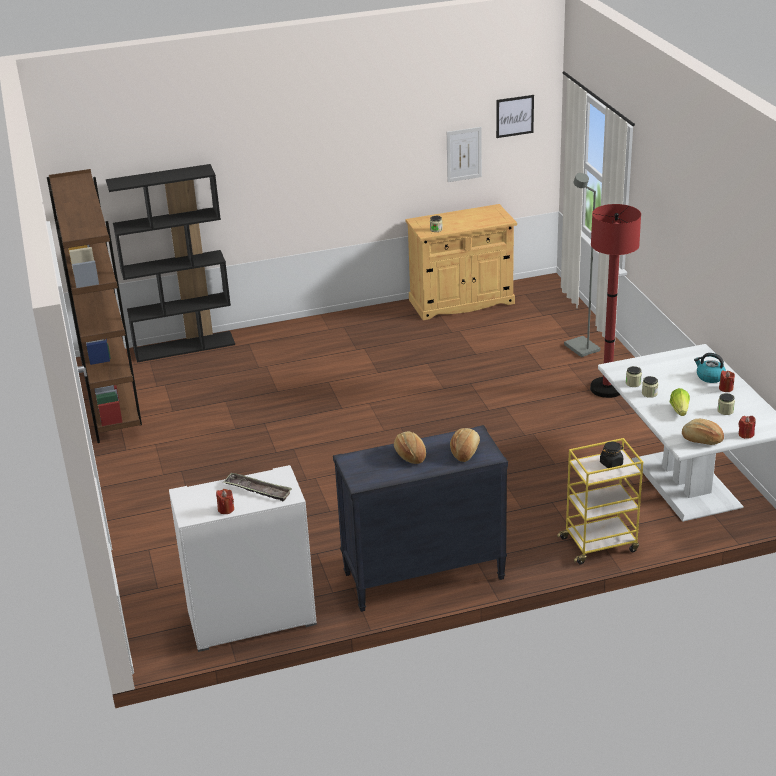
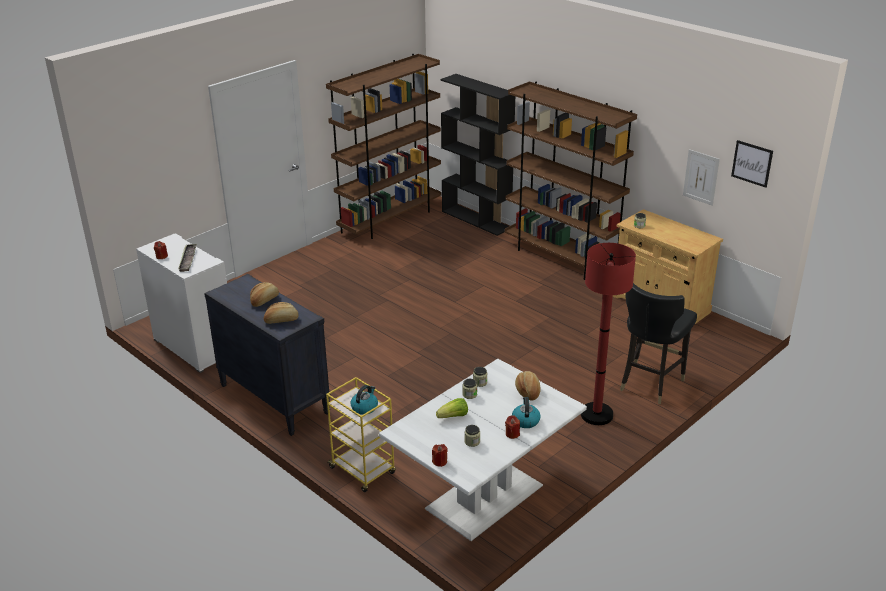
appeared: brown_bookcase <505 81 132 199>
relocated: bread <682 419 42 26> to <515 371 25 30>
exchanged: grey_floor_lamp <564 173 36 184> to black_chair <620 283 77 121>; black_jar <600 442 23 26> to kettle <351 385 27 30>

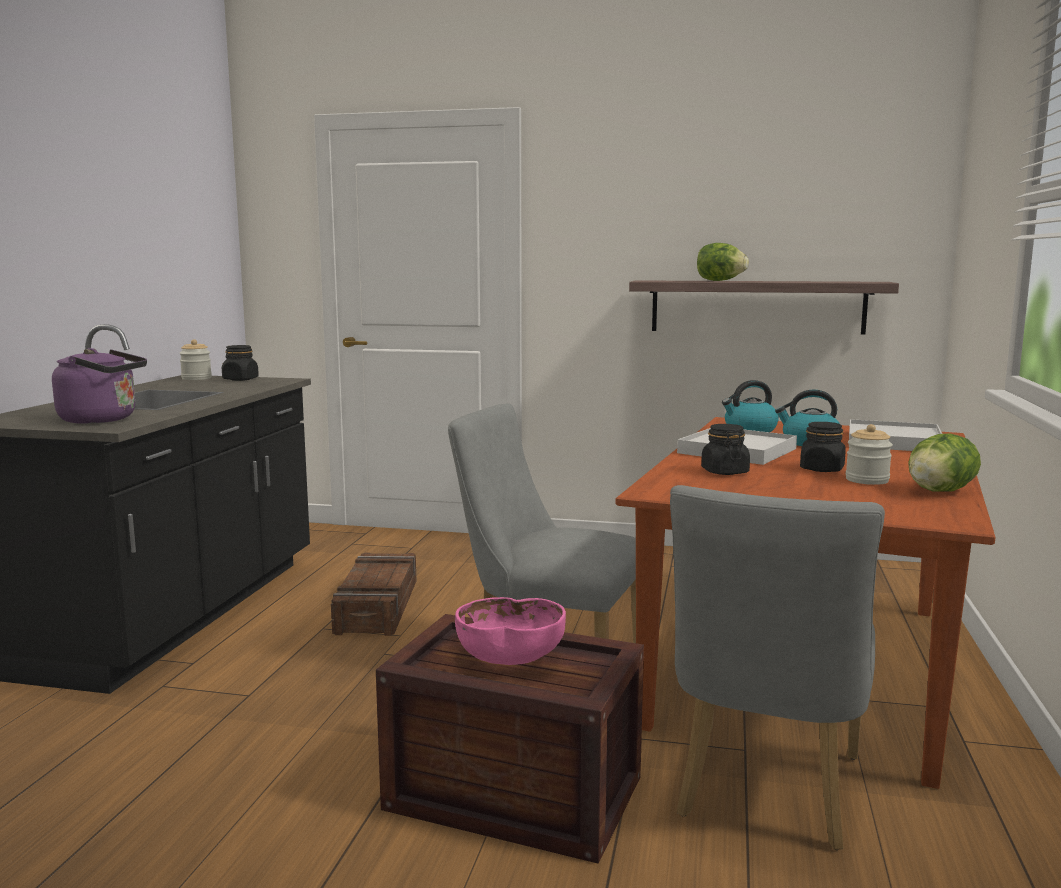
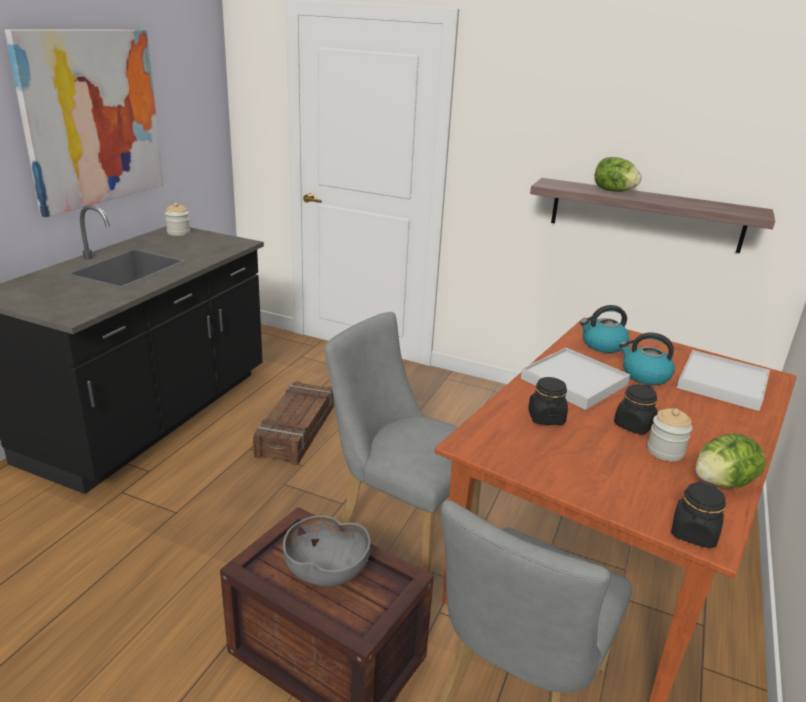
missing: purple_kettle <52 348 95 76>
appeared: picture <5 29 159 188>
relocated: black_jar <222 345 37 36> to <671 481 55 67>
colour: pink_bowl <455 597 111 68> to grey_bowl <283 515 88 72>

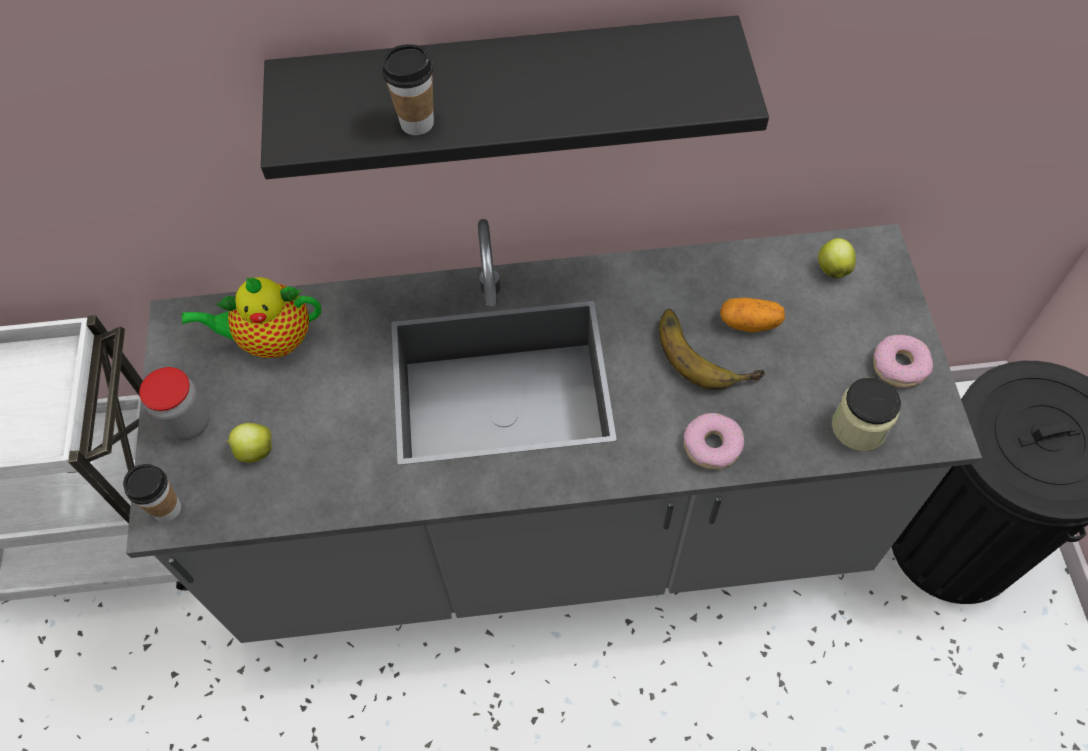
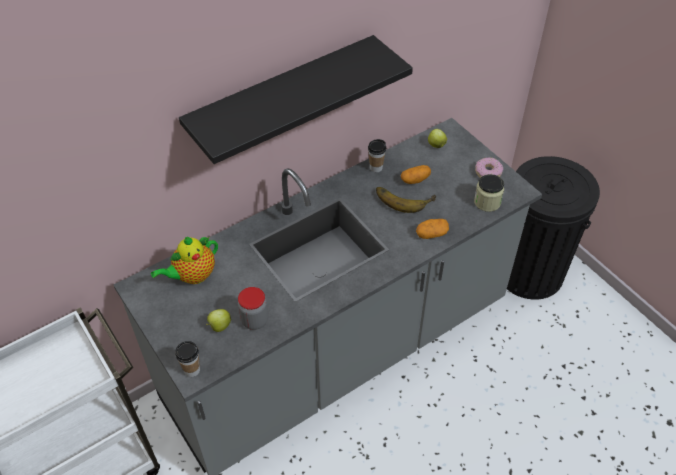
relocated: jar <139 367 71 74> to <238 287 30 43>; cup <382 44 52 91> to <368 139 18 33>
exchanged: donut <683 413 61 56> to potato <416 219 33 20>

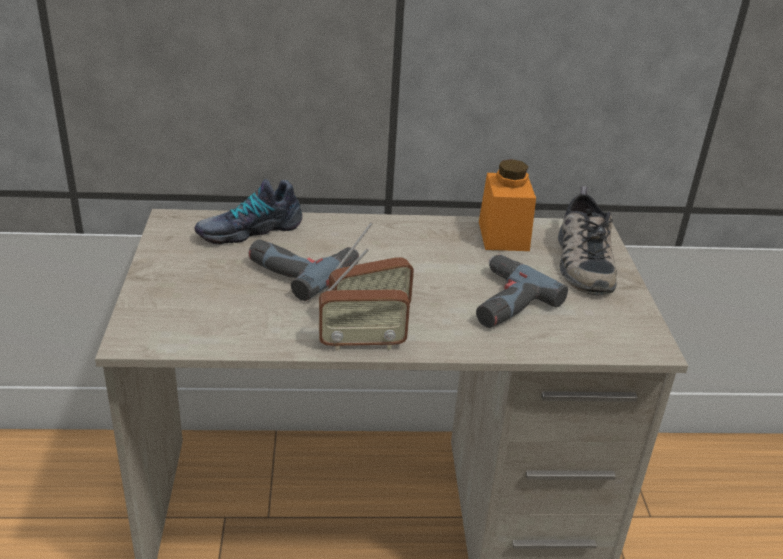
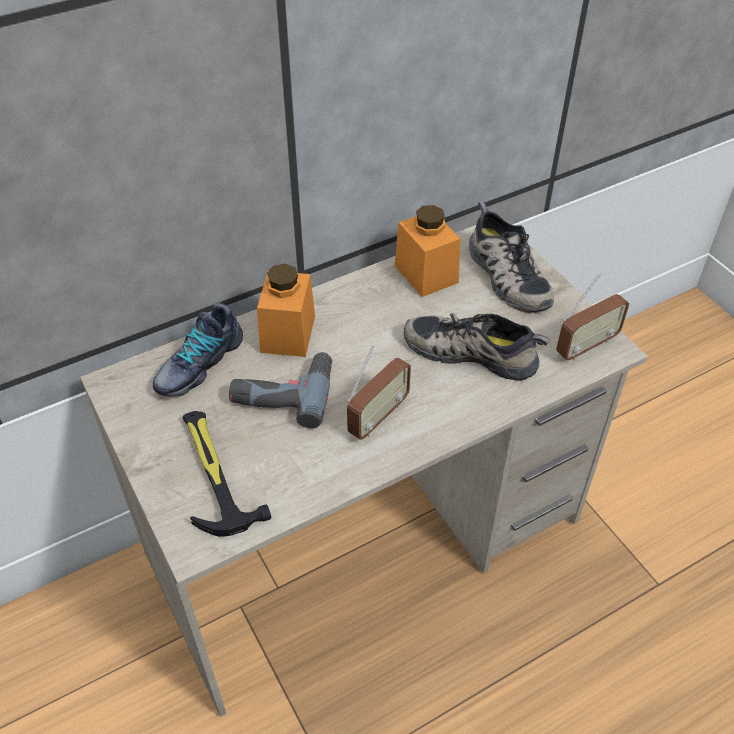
appeared: hammer <183 411 88 126>; orange_jar <257 264 58 93>
relocated: radio <319 248 91 103> to <556 274 73 87>
exchanged: power_drill <476 254 92 74> to shoe <404 313 146 68>

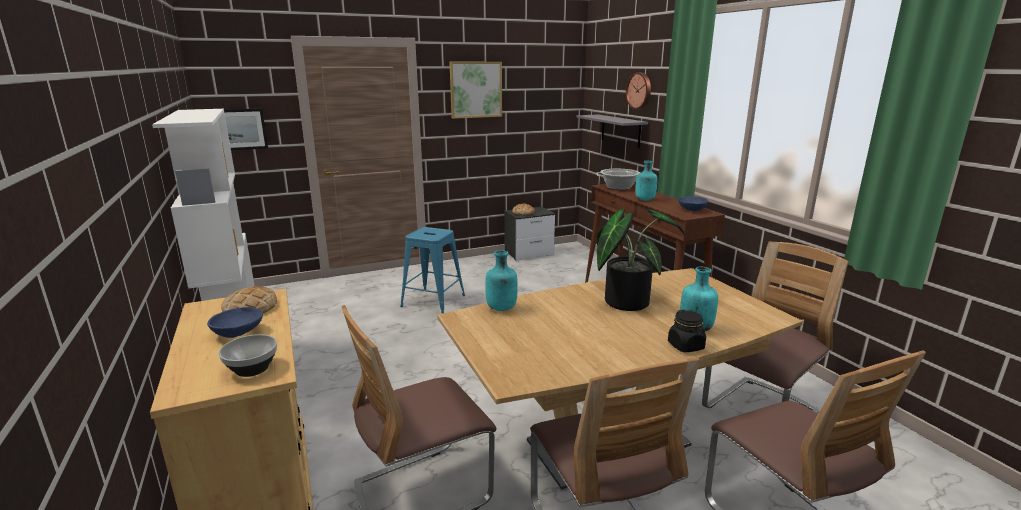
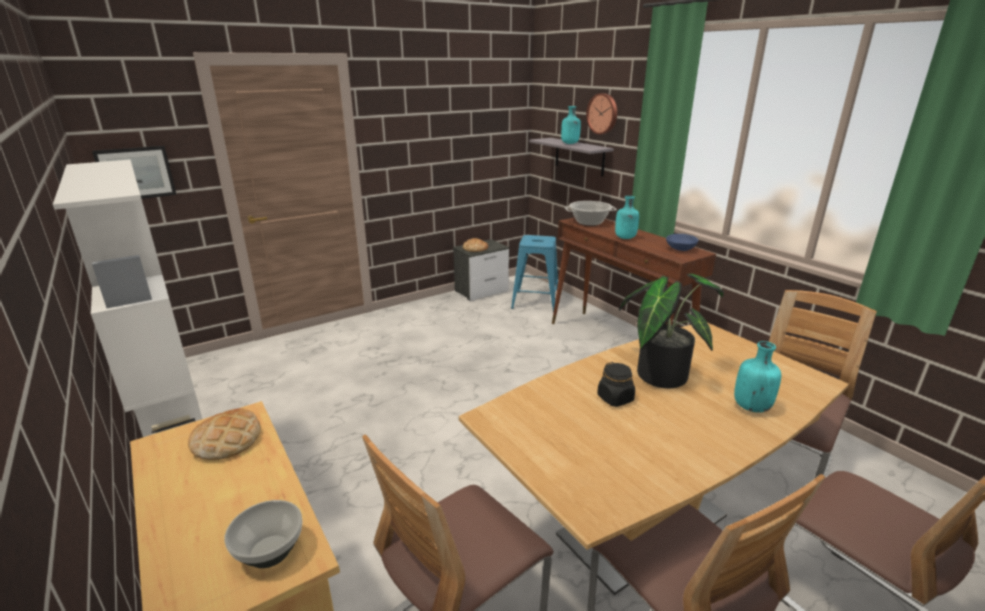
missing: blue_bowl <207 307 56 31>; picture <449 62 53 57>
relocated: blue_stool <400 227 65 87> to <511 235 47 77>; turquoise_bottle <485 250 33 61> to <561 106 20 38>; black_jar <668 310 38 42> to <597 362 38 45>

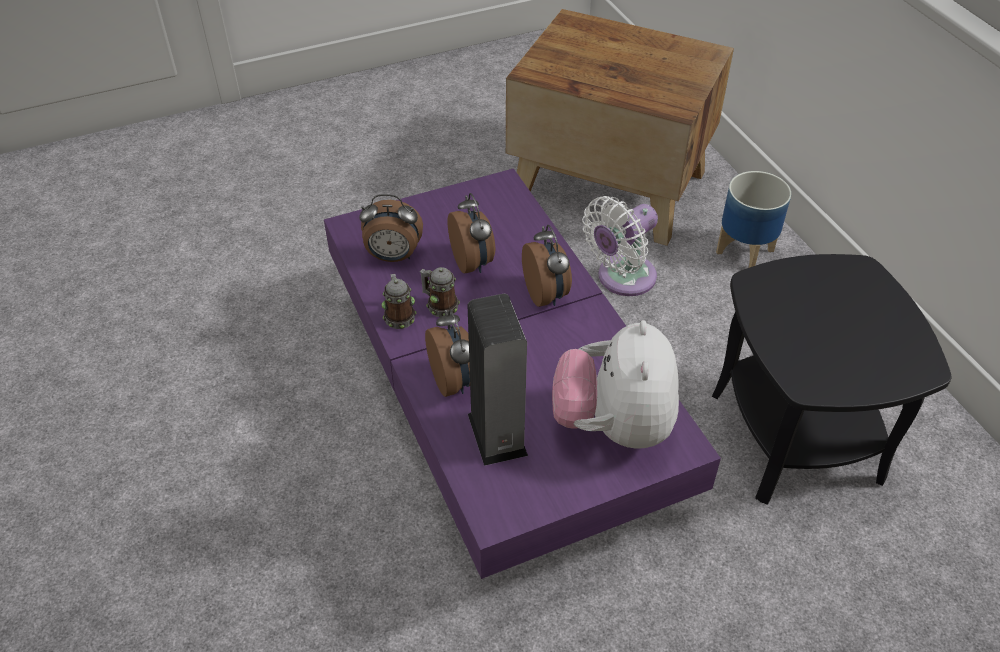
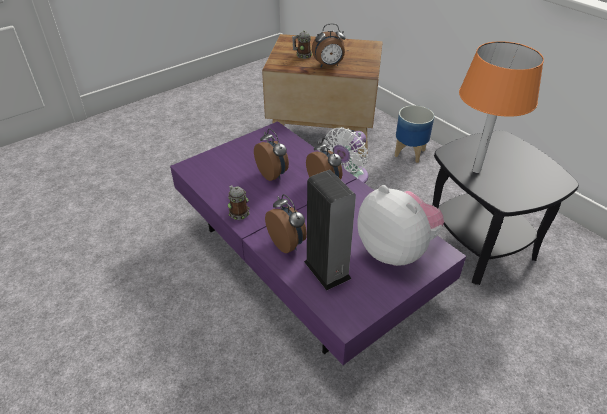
appeared: orange_table_lamp <459 41 85 132>
relocated: alarm_clock <359 194 64 68> to <312 23 34 44>; mug <420 267 40 50> to <292 31 20 28>
spun: plush_toy <552 320 127 129> = <357 185 87 81> 150 degrees clockwise

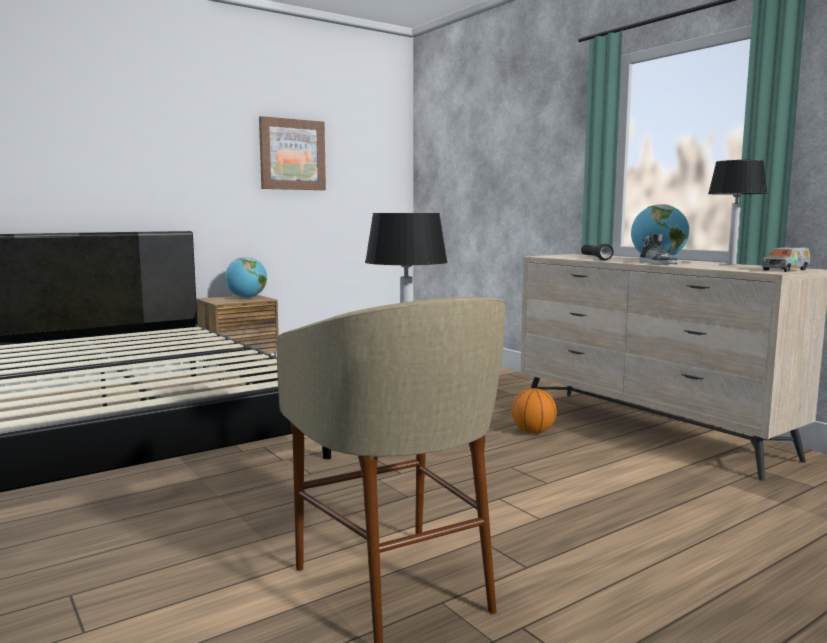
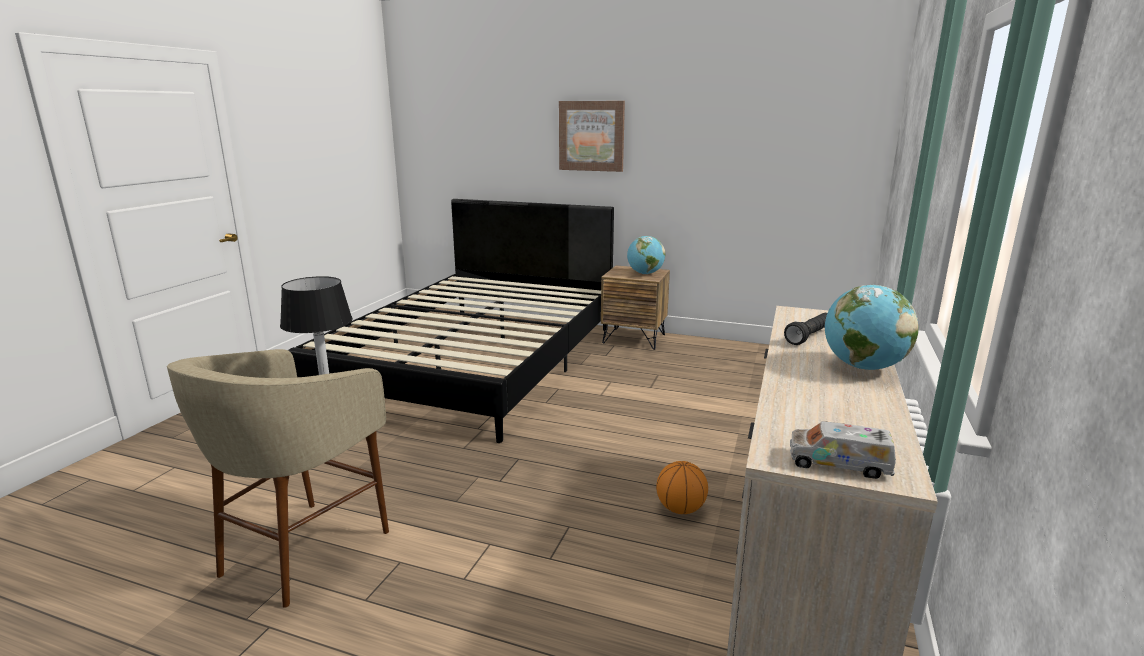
missing: shoe <640 234 38 31>; table_lamp <708 160 59 105>
relocated: picture <259 116 67 74> to <559 101 66 71>

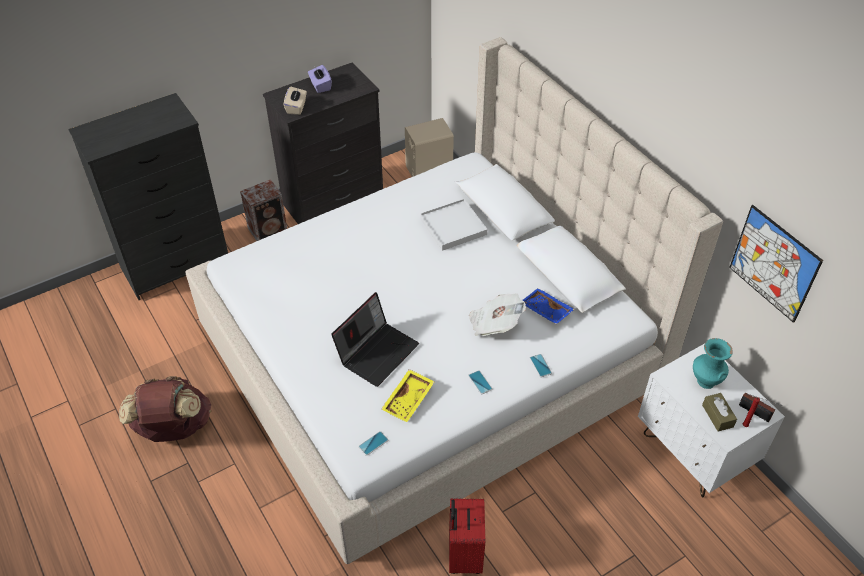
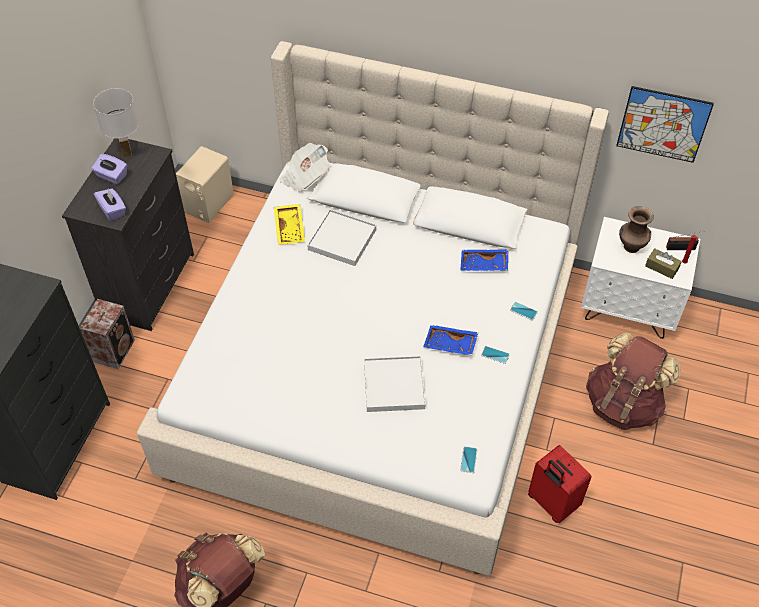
appeared: white_table_lamp <93 88 46 69>; blue_tray <423 325 56 30>; brown_backpack <586 332 95 98>
relocated: yellow_tray <381 369 53 53> to <274 204 31 41>; newspaper <469 293 57 43> to <280 143 49 50>
exchanged: laptop <331 292 88 95> to white_tray <364 356 62 56>
colour: beige_tissue_box <283 87 24 28> to purple_tissue_box <94 188 32 33>; turquoise_vase <693 338 40 51> to brown_vase <619 206 35 47>

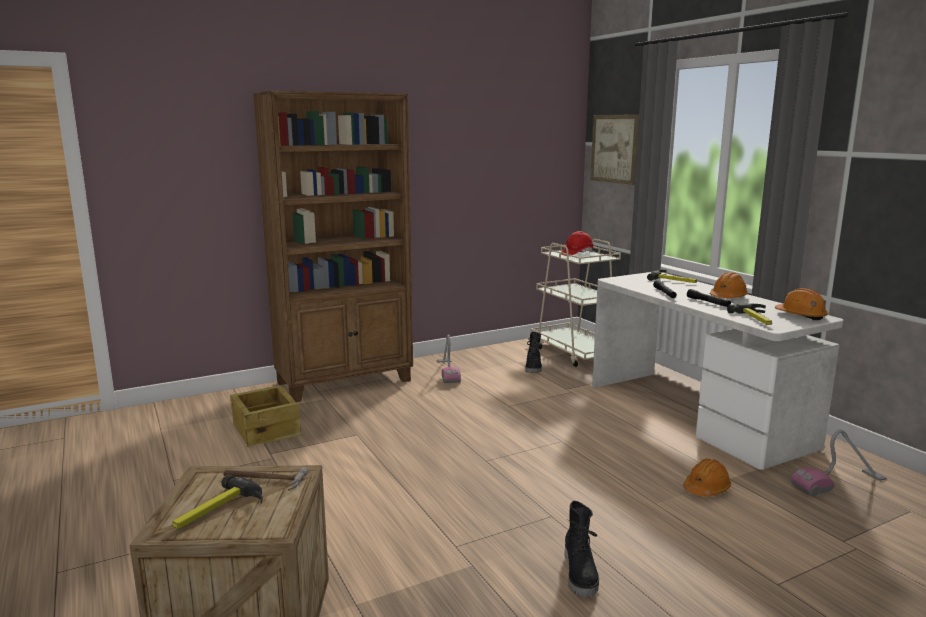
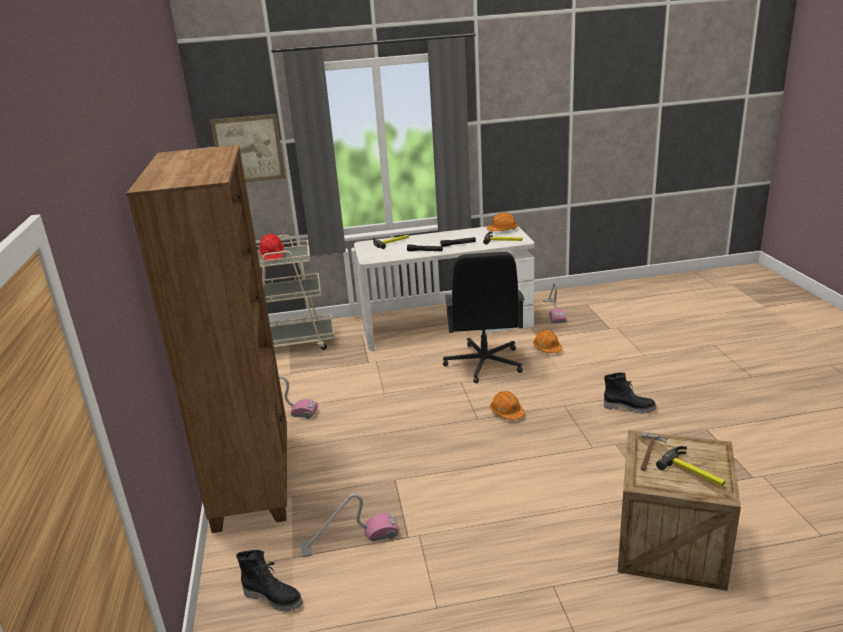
appeared: black_office_chair <443 252 82 132>
relocated: black_boot <525 332 17 41> to <236 550 67 62>; orange_hard_hat <709 272 39 26> to <490 391 35 29>
exchanged: crate <230 385 72 62> to vacuum_cleaner <301 494 98 64>

